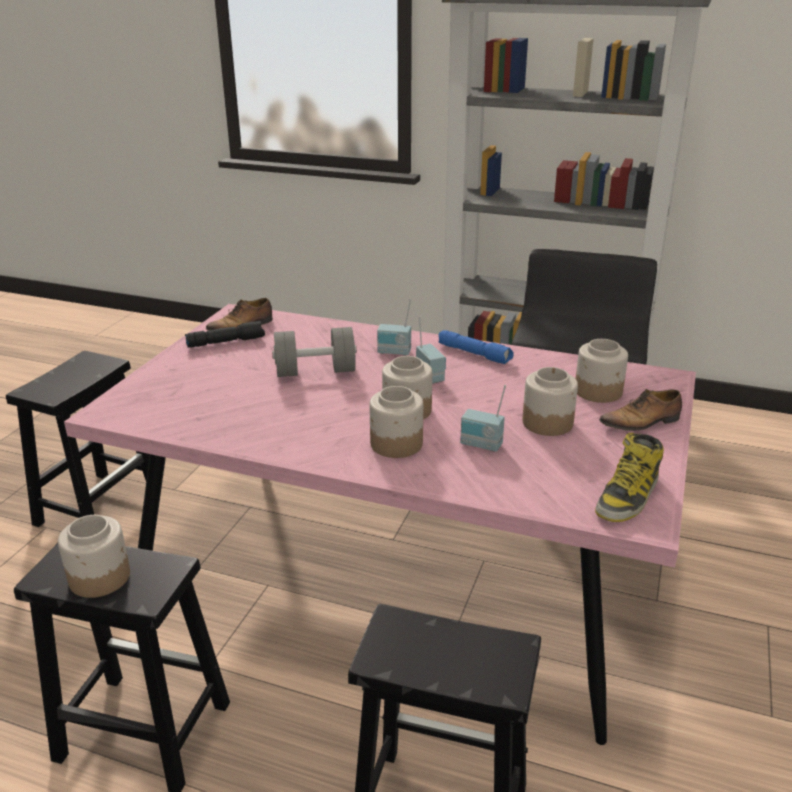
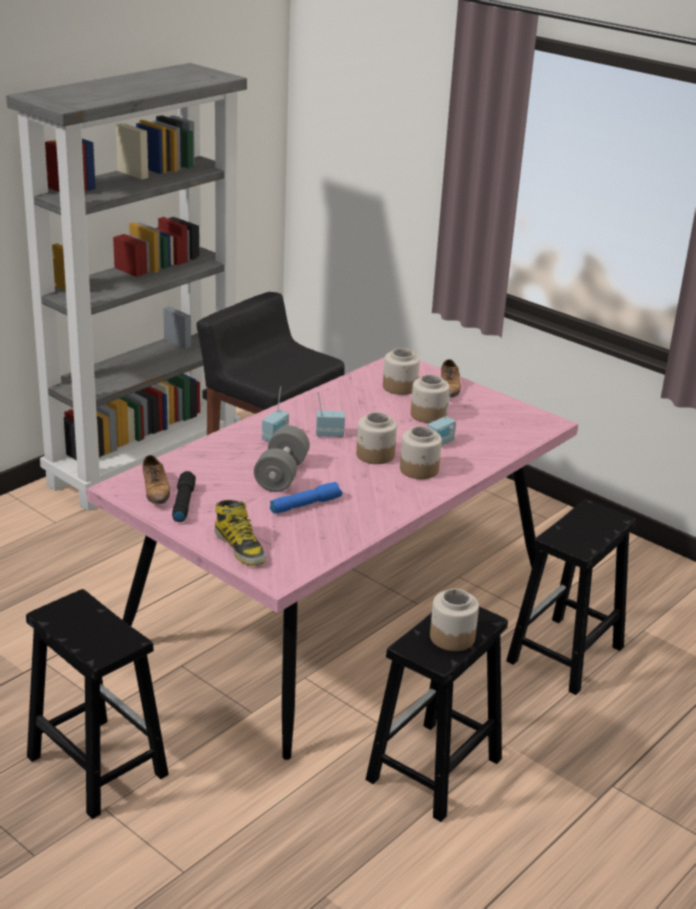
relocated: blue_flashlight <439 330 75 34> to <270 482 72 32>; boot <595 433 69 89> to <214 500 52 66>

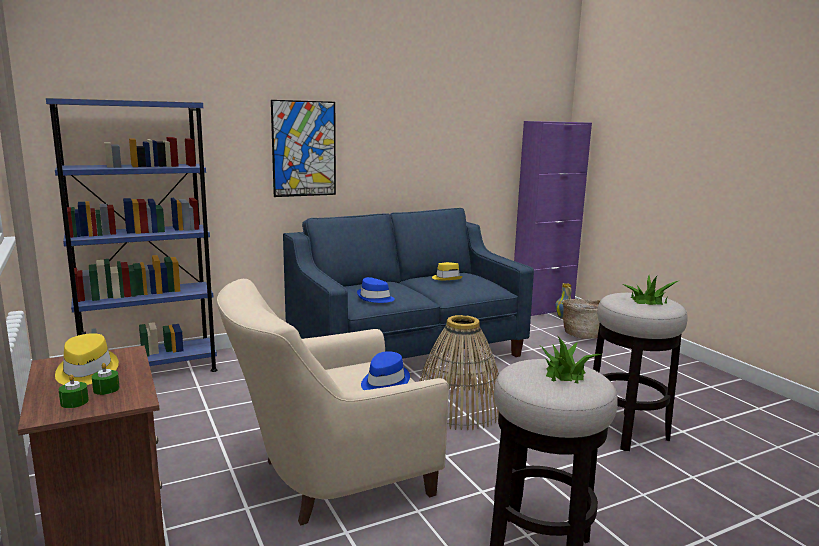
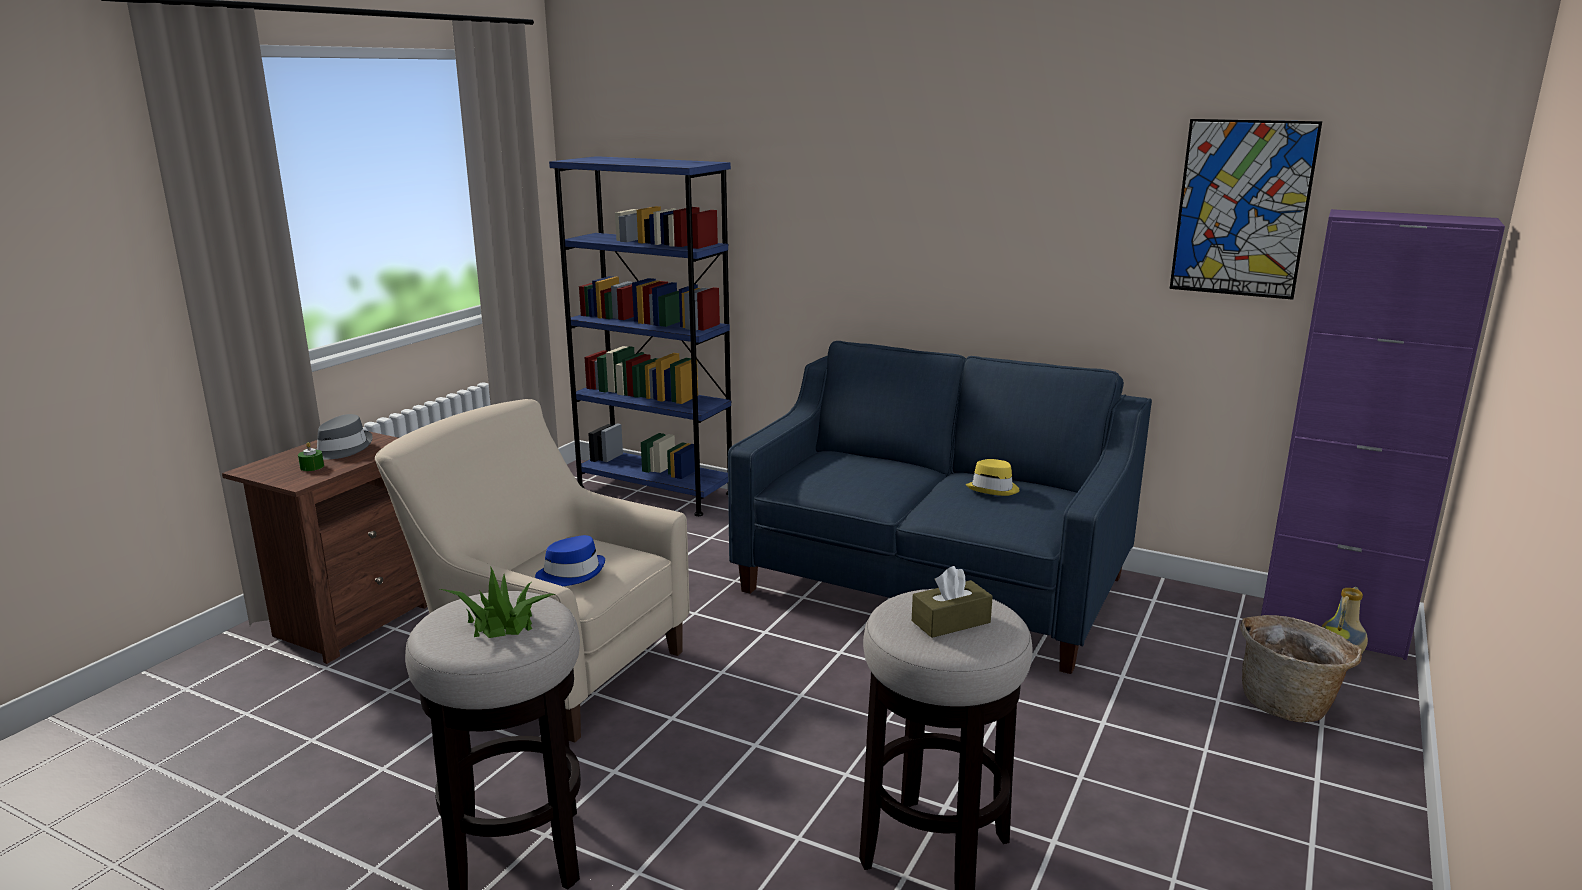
missing: green_candle <59 374 30 34>; blue_hat <357 277 38 26>; basket <420 315 79 115>
relocated: picture <271 100 65 97> to <1170 119 152 181>
exchanged: potted_plant <621 275 57 30> to brown_tissue_box <912 566 81 72>
colour: yellow_hat <55 333 64 52> to grey_hat <316 414 57 46>

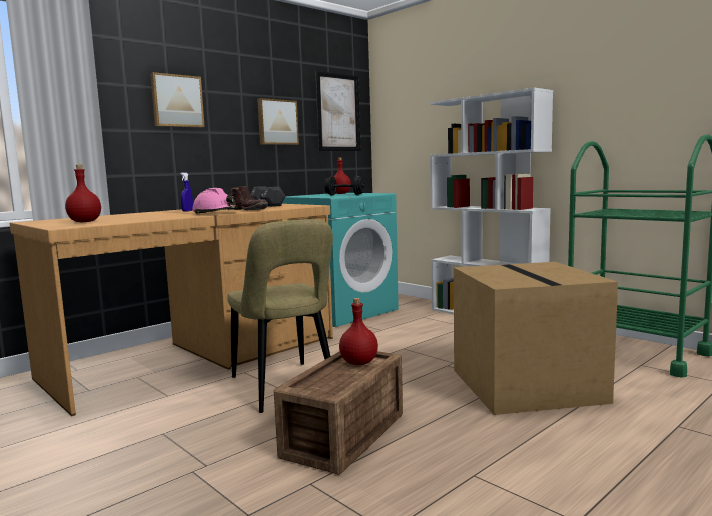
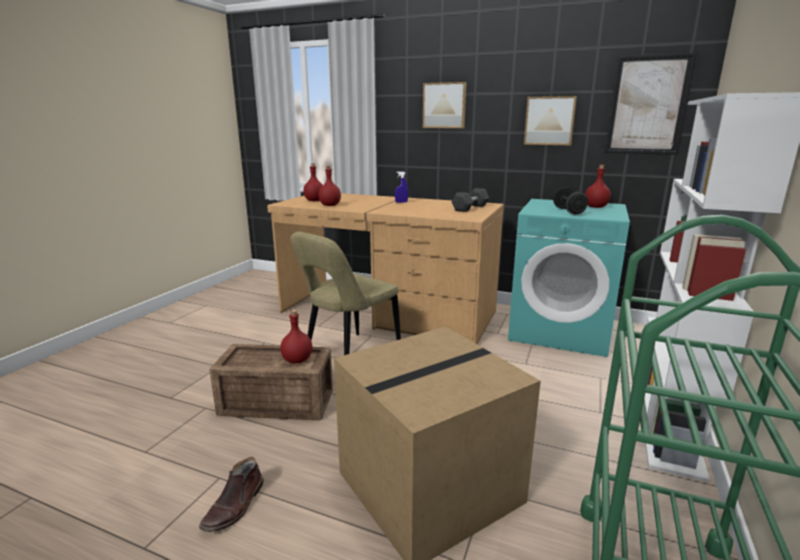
missing: pink_hard_hat <192 188 47 26>
appeared: red_bottle <318 166 23 40>
relocated: brown_boot <231 186 37 24> to <199 457 65 75>

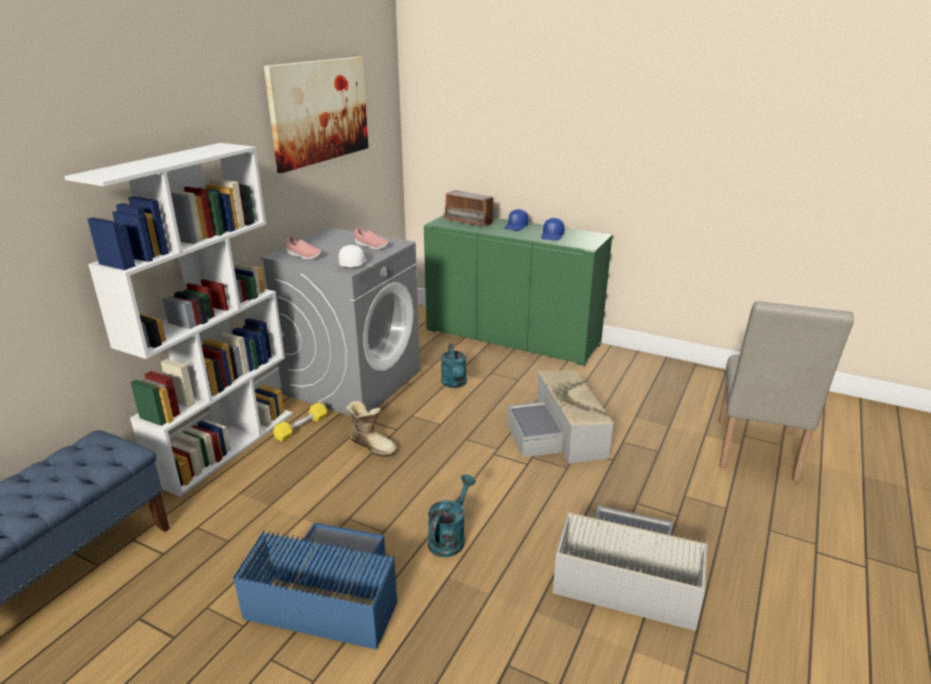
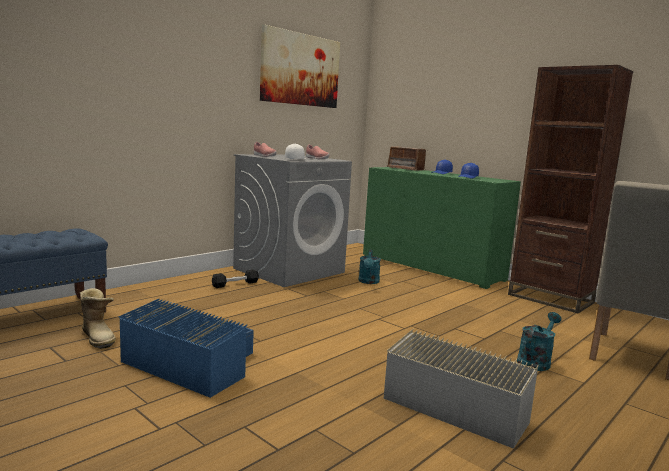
missing: white_bookcase <64 143 229 354>; grey_storage_box <507 371 107 93>
appeared: brown_bookcase <508 65 125 248>
relocated: boot <346 401 51 56> to <80 288 36 61>; turquoise_watering_can <428 475 48 82> to <517 312 45 59>
colour: yellow_dumbbell <273 402 54 40> to black_dumbbell <212 269 47 19>

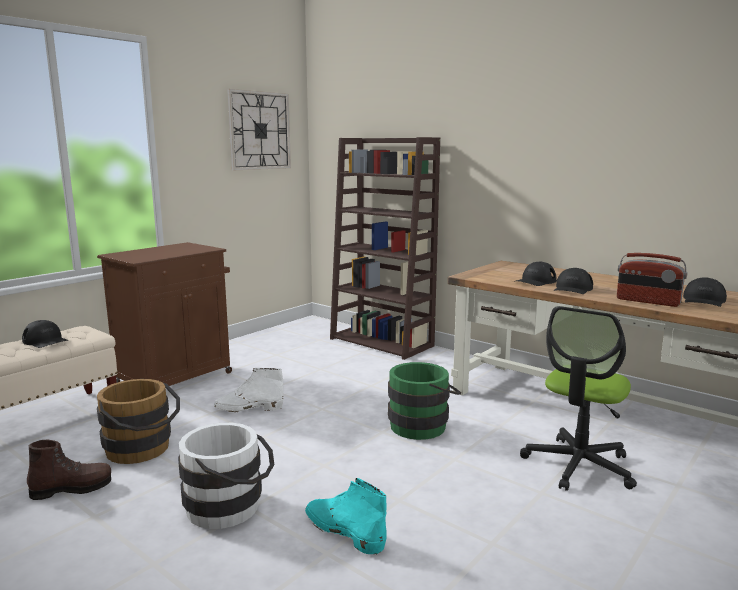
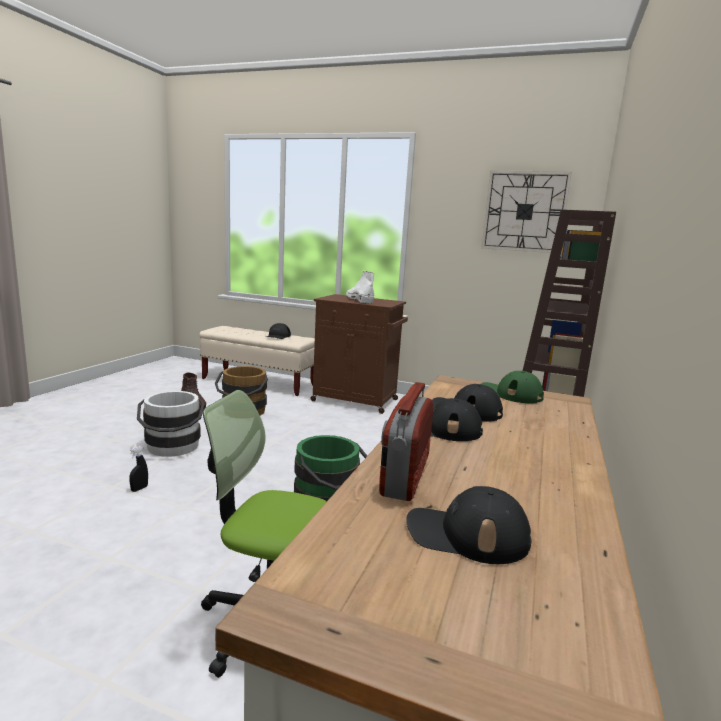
appeared: green_cap <481 371 63 32>
relocated: white_boot <214 368 69 44> to <346 270 28 34>
exchanged: turquoise_boot <305 478 82 76> to black_spray_bottle <129 446 19 46>

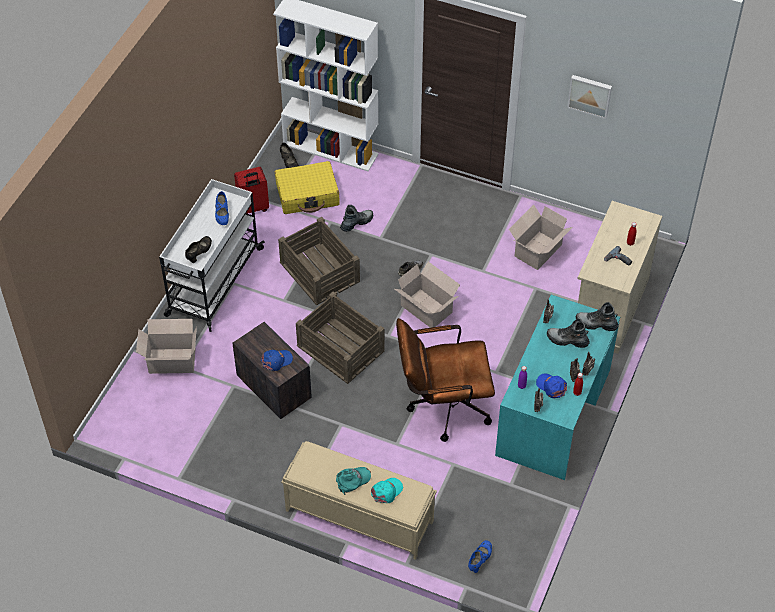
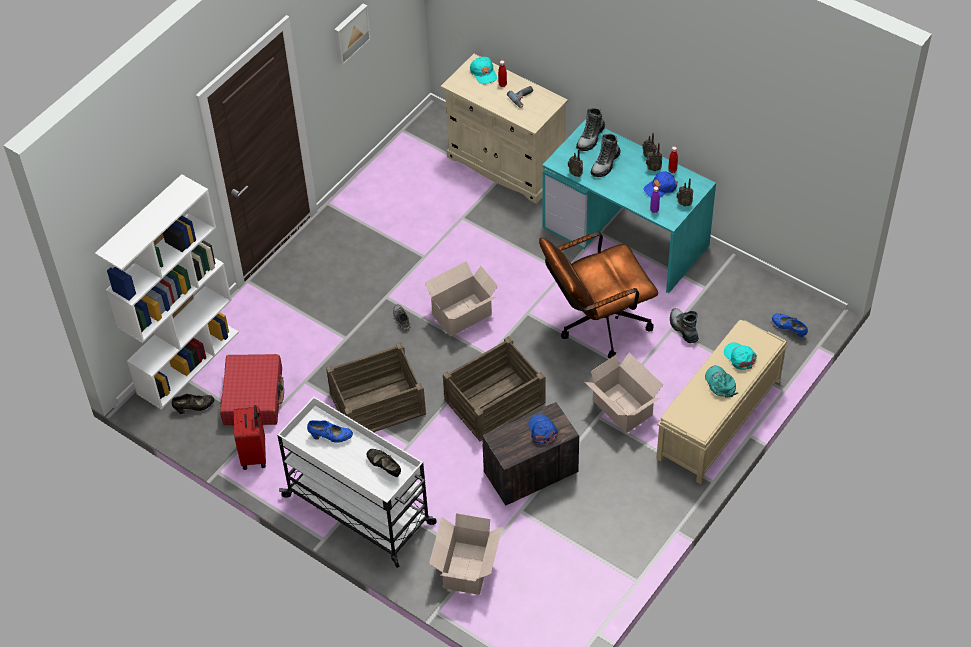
appeared: turquoise_cap <470 57 27 27>
relocated: boot <340 205 33 27> to <670 308 29 35>; cardboard_box <509 205 64 65> to <585 353 78 80>
colour: yellow_suitcase <275 161 65 53> to red_suitcase <220 354 64 71>
spun: brown_office_chair <396 318 99 124> = <539 232 119 127> 60 degrees clockwise

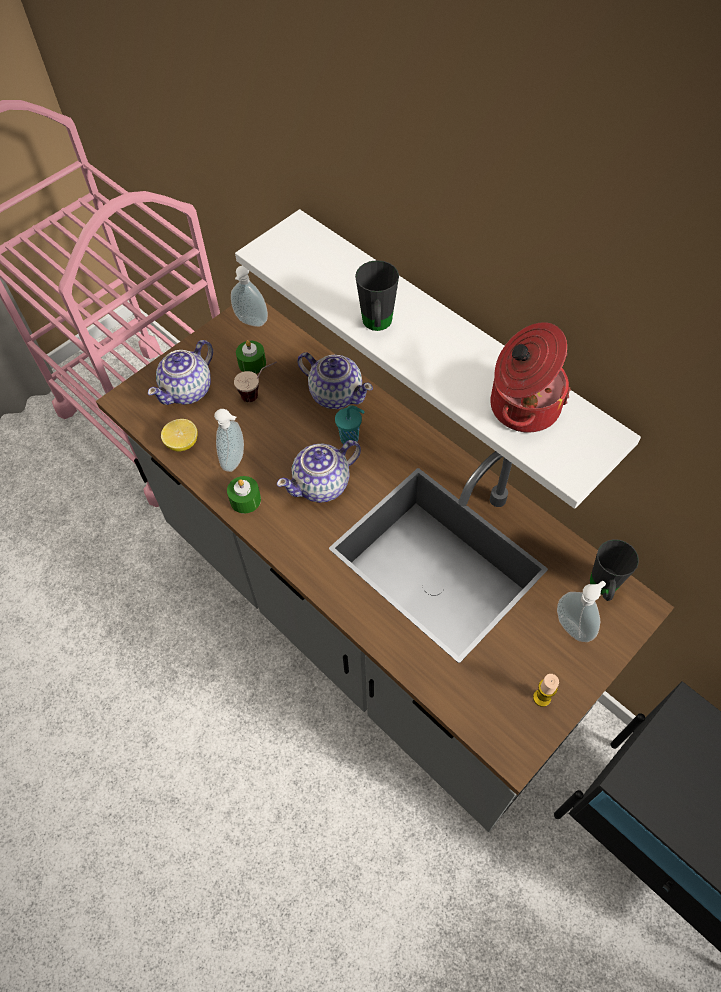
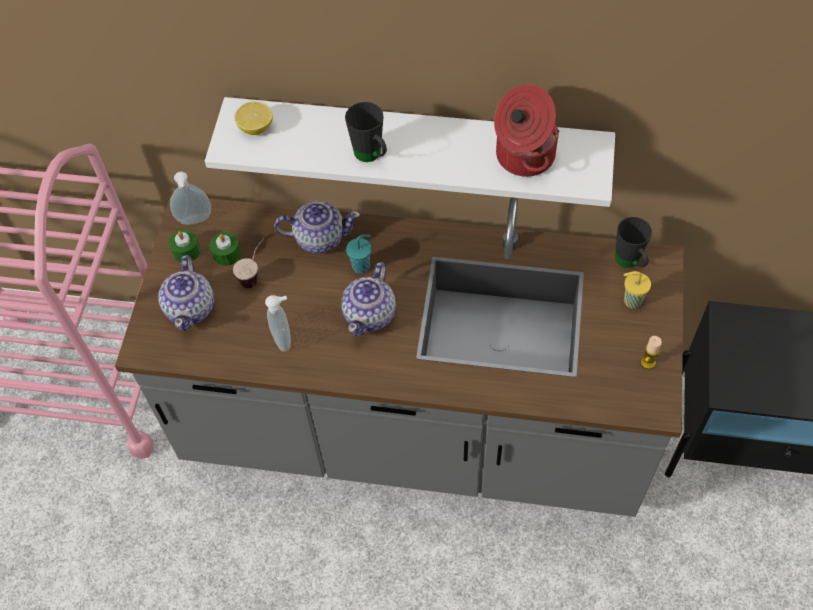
relocated: lemon <161 419 37 33> to <234 101 39 34>; green_candle <227 476 34 38> to <169 229 31 33>
exchanged: soap_dispenser <557 581 49 61> to yellow_cup <624 271 27 38>

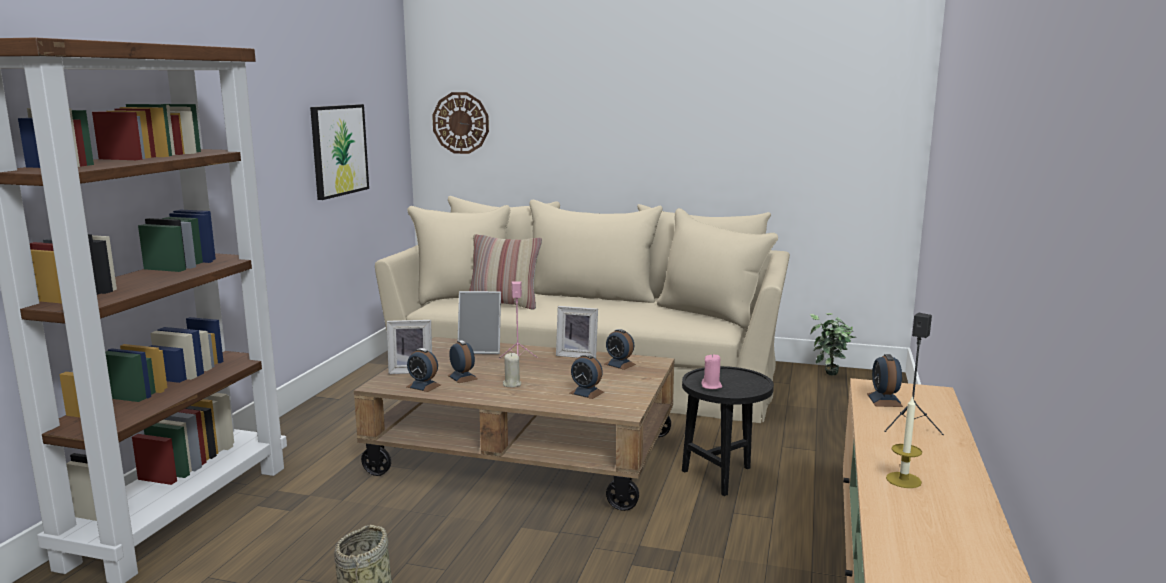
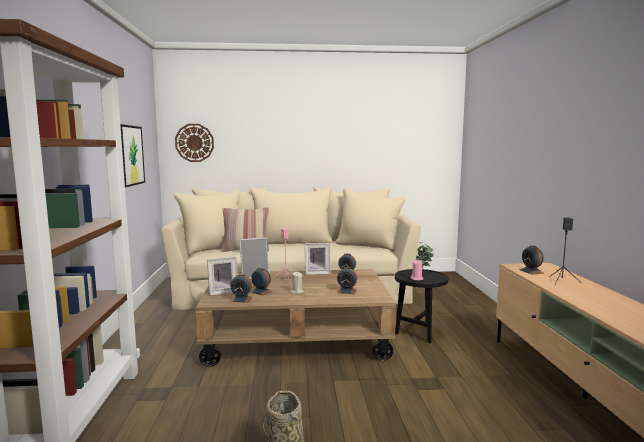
missing: candle <886 395 36 93>

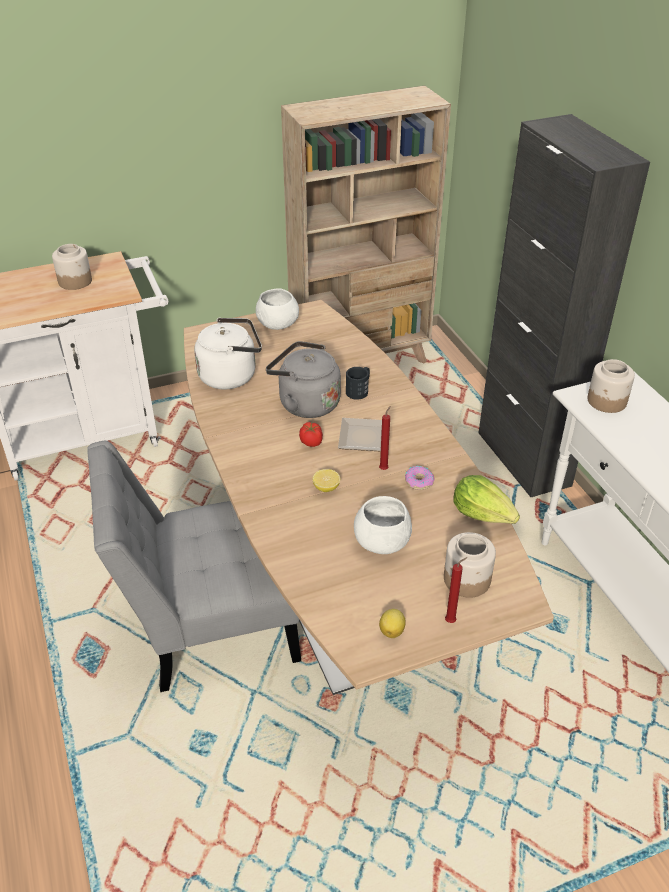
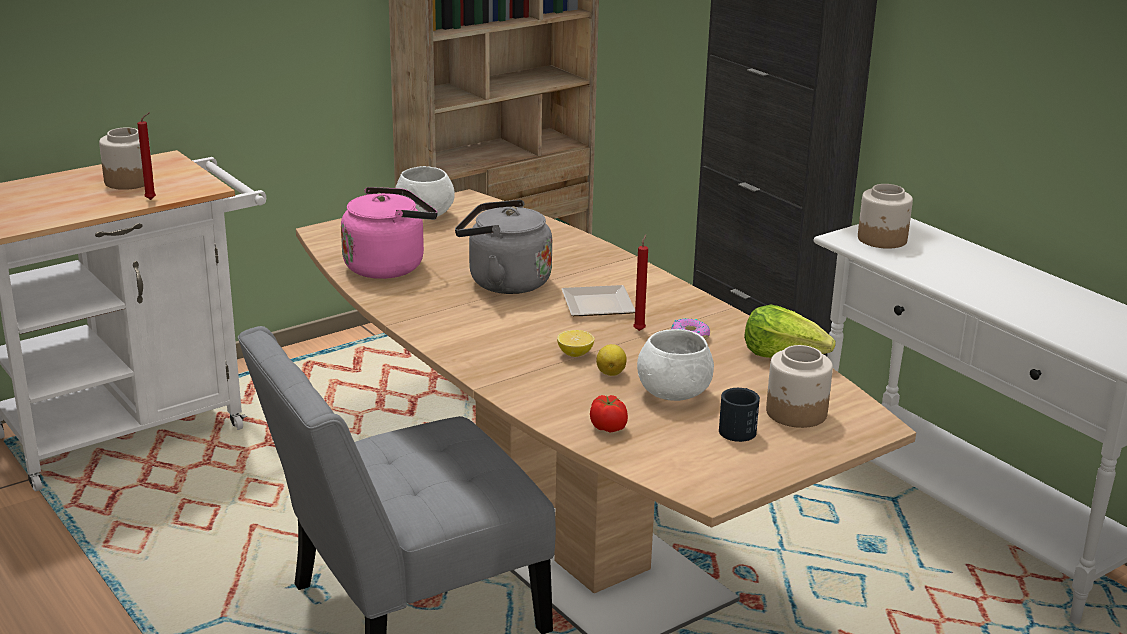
relocated: tomato <299 422 24 25> to <590 395 38 37>; black_mug <346 367 24 33> to <719 388 41 54>; lemon <379 609 27 29> to <596 344 31 32>; red_candle <445 557 22 66> to <137 112 19 88>
colour: white_kettle <194 318 68 71> to pink_kettle <341 187 97 92>

